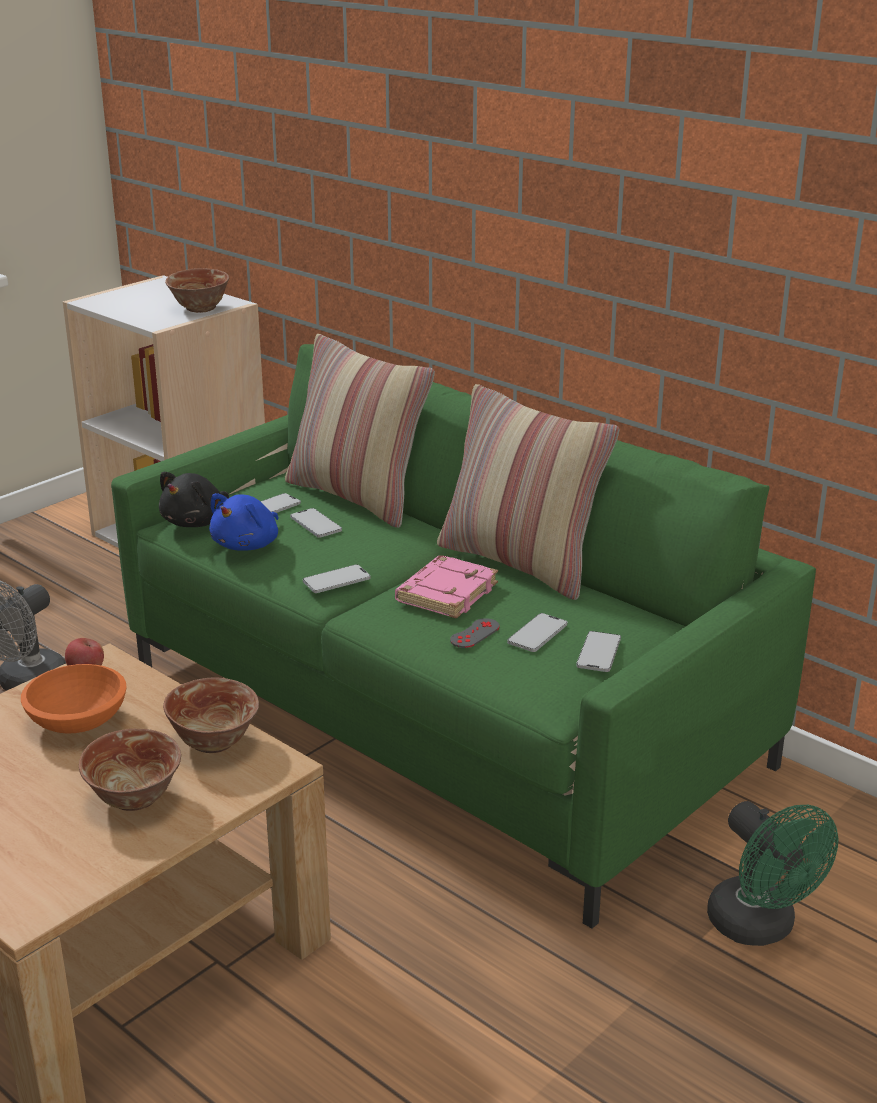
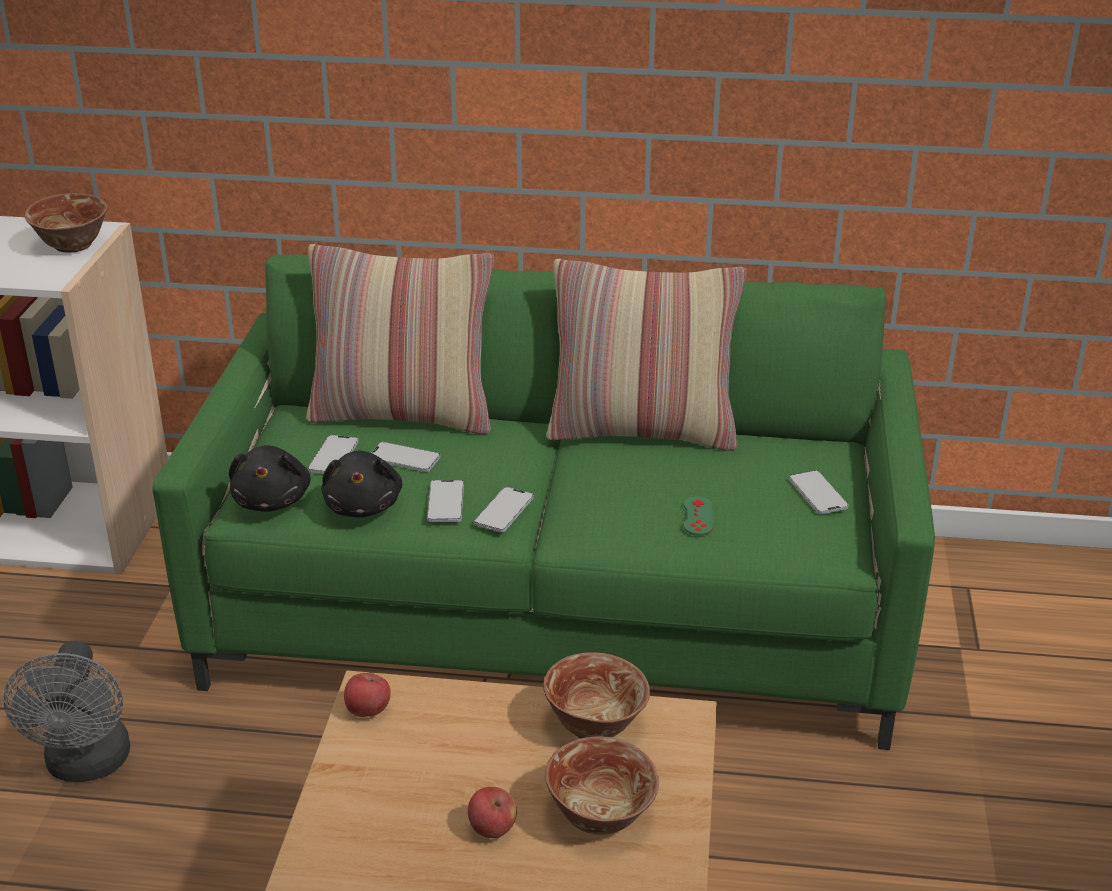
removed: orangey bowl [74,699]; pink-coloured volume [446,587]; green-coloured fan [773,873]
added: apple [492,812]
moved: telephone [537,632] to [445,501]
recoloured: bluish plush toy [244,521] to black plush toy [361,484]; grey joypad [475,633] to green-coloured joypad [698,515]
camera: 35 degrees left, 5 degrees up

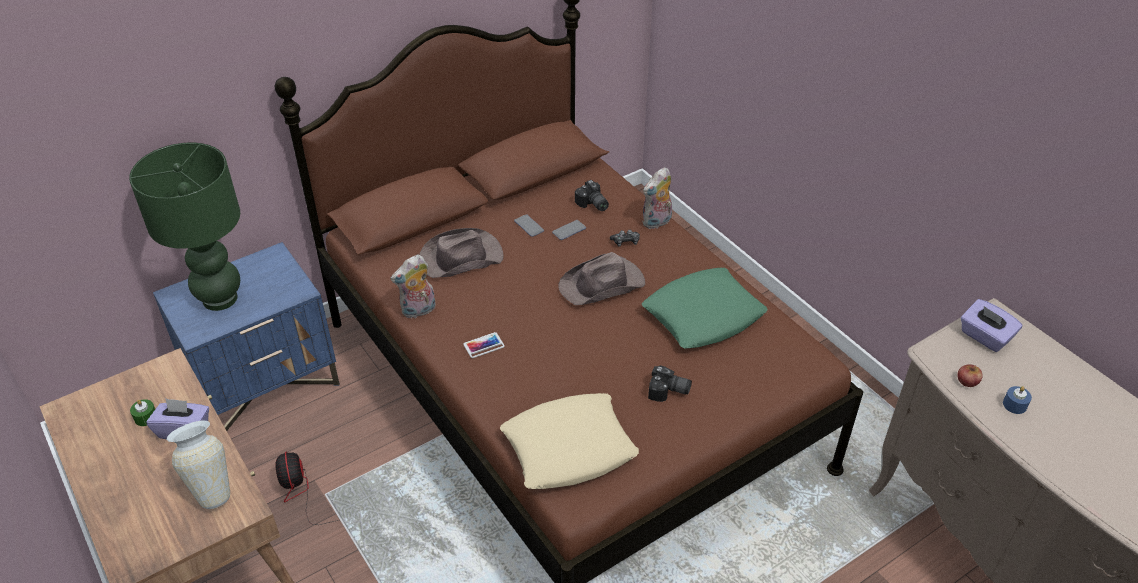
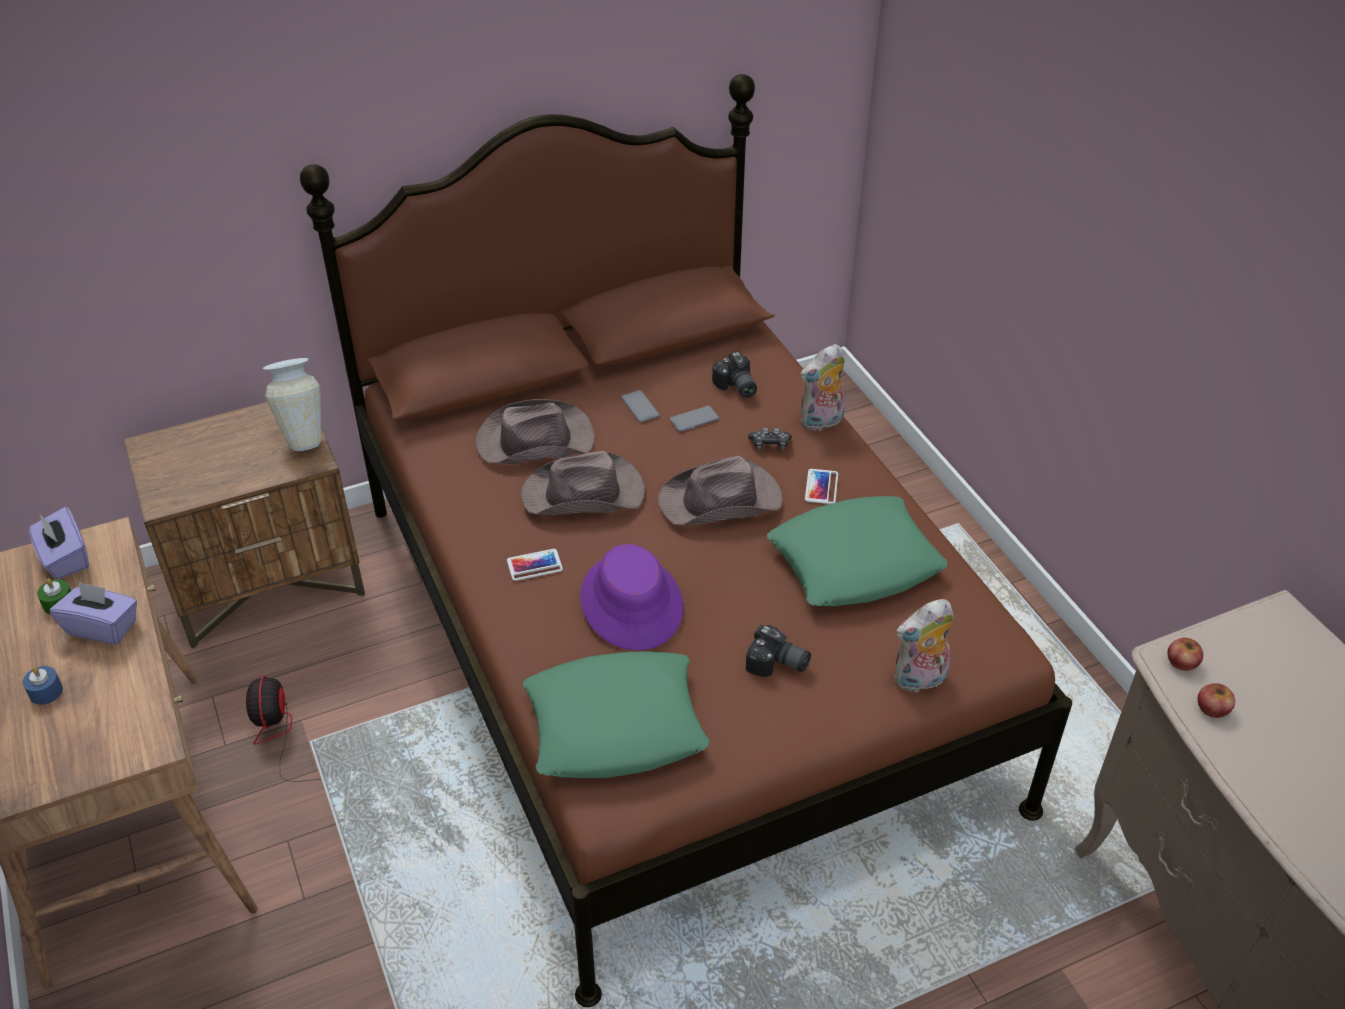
removed: green-coloured lamp for a table [184,226]
added: brown hat [583,483]; purplish hat [632,597]; telephone [821,486]; apple [1185,654]
moved: vase [198,465] to [292,404]; plush toy [413,286] to [924,646]; purplish tissue holder [992,325] to [59,543]; bluish wax candle [1017,400] to [43,685]
recoloured: bluish night table [246,336] to brown night table [244,525]; beige-coloured pillow [569,441] to green-coloured pillow [616,714]
camera: 10 degrees right, 0 degrees up

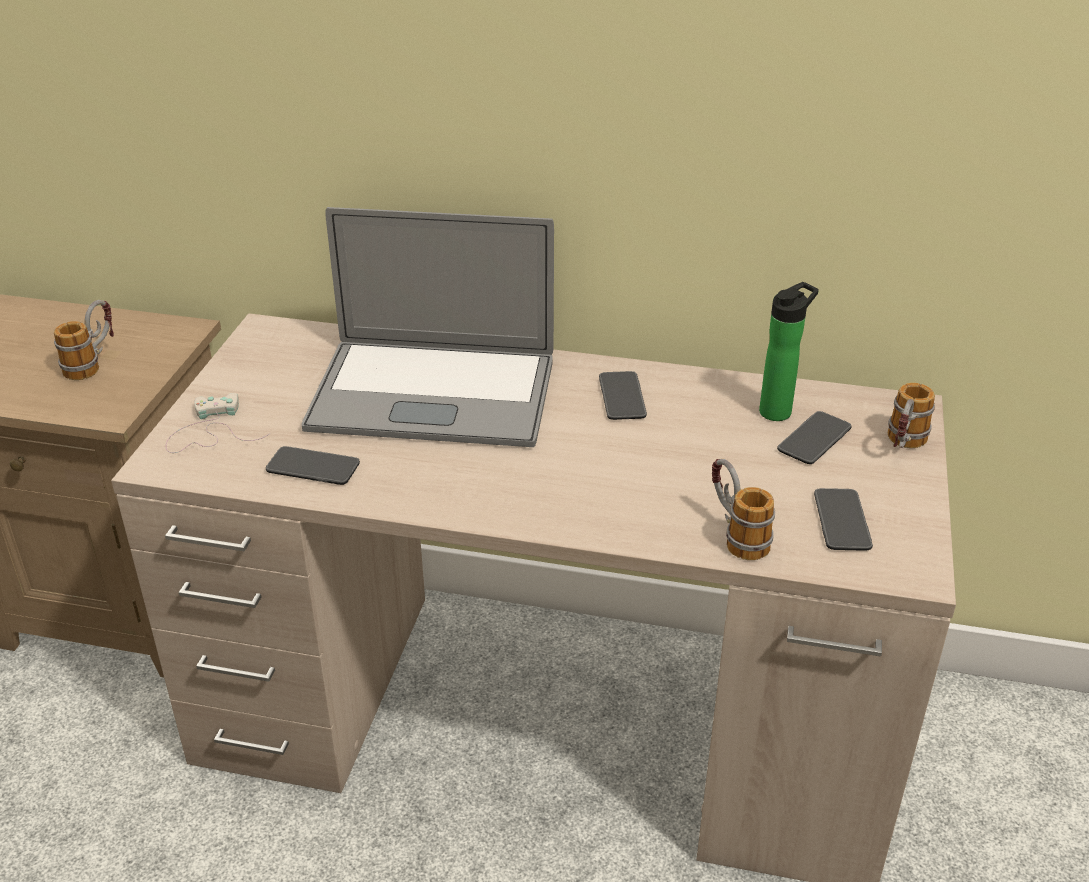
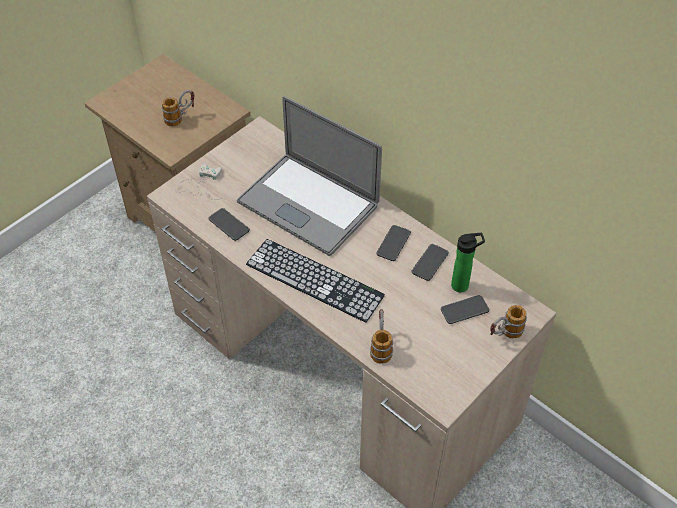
added: computer keyboard [315,280]
moved: telephone [843,519] to [430,262]
camera: 30 degrees right, 15 degrees up

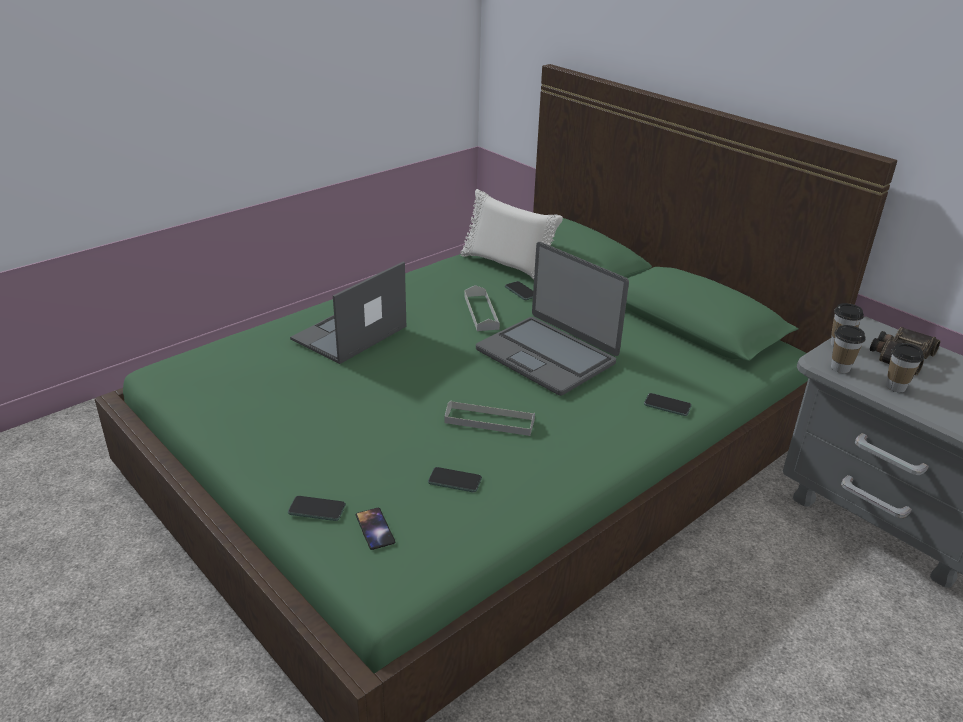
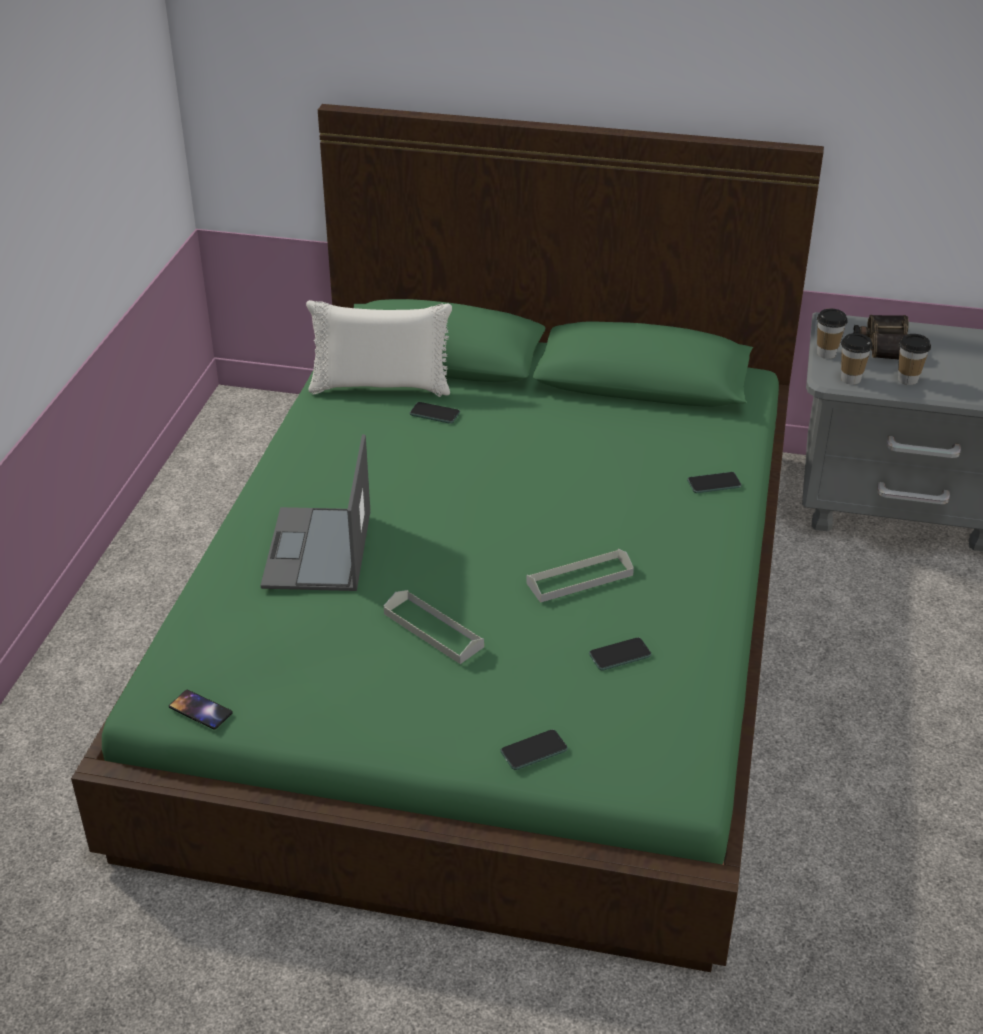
removed: notebook computer [552,319]
moved: telephone [375,529] to [201,709]; grey serving tray [482,308] to [434,627]
camera: 35 degrees left, 5 degrees up

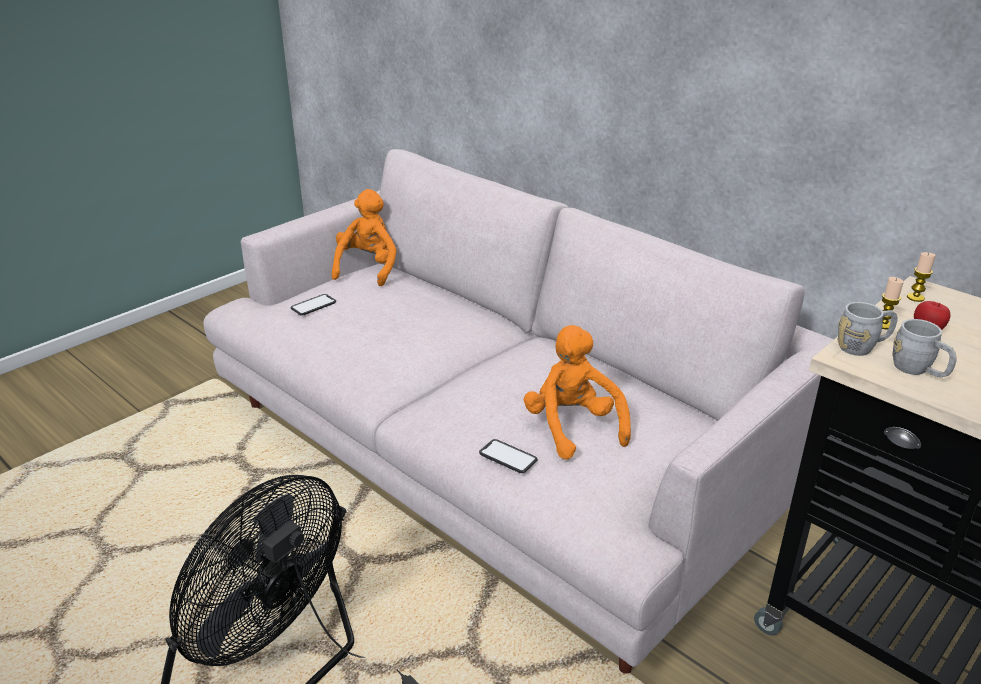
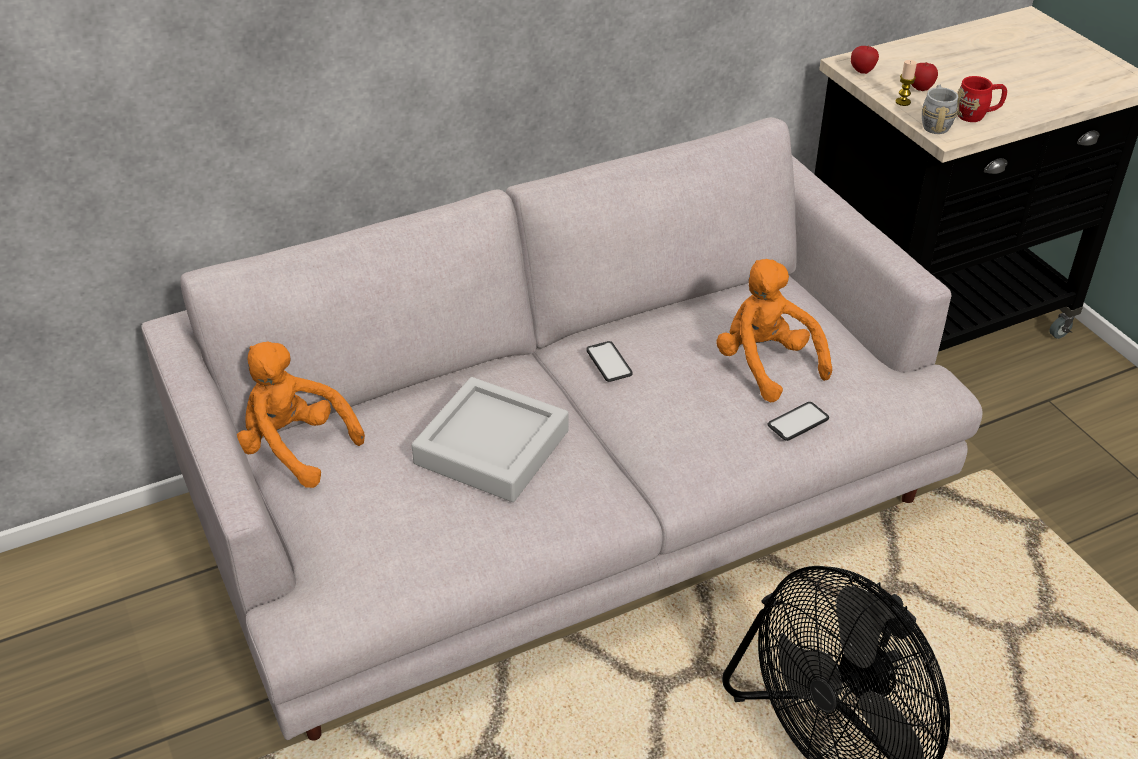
added: grey serving tray [490,439]
moved: telephone [313,304] to [609,361]
replaced: wax candle [921,277] to apple [865,60]
recoloured: grey coffee mug [924,348] to reddish coffee mug [982,99]
turned: orangey plush toy [577,392] = [774,330] 60 degrees clockwise
camera: 70 degrees left, 10 degrees up

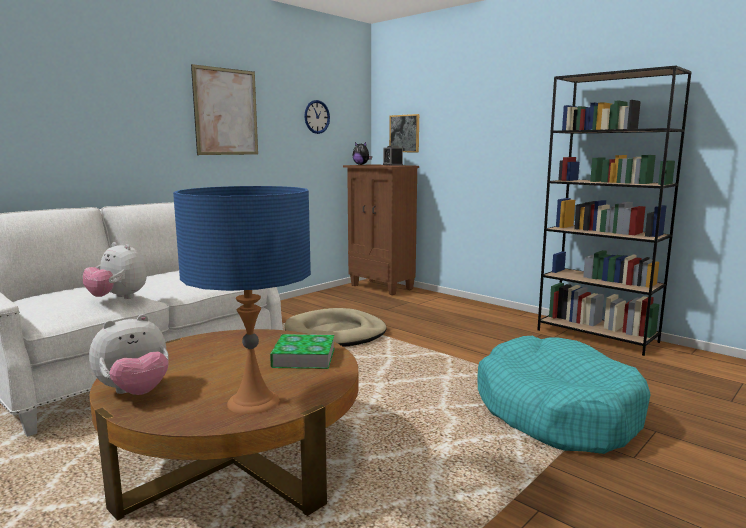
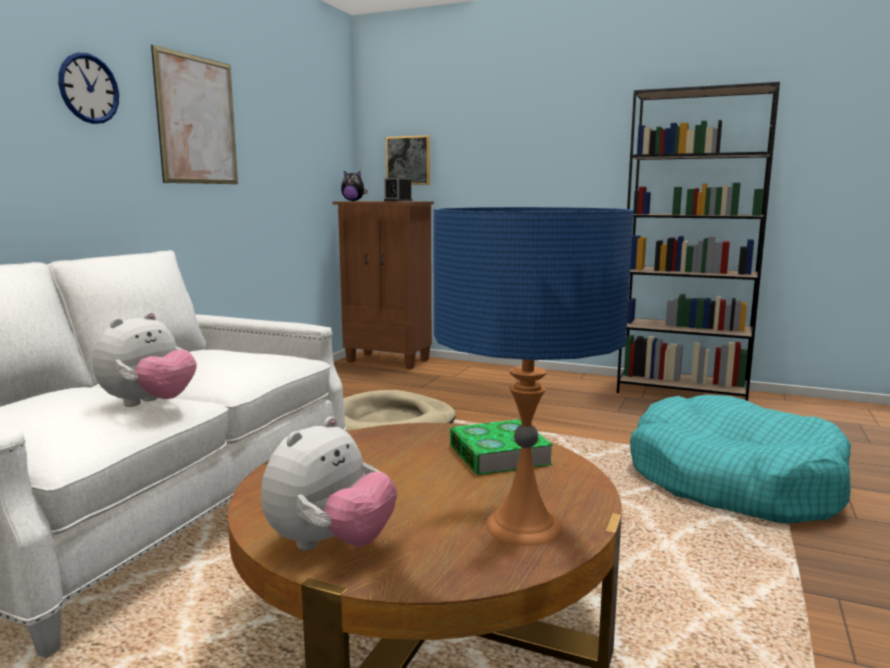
moved: clock on the wall [317,117] to [88,88]
turned: plush toy [115,270] = [145,359] 75 degrees counterclockwise
camera: 20 degrees left, 0 degrees up

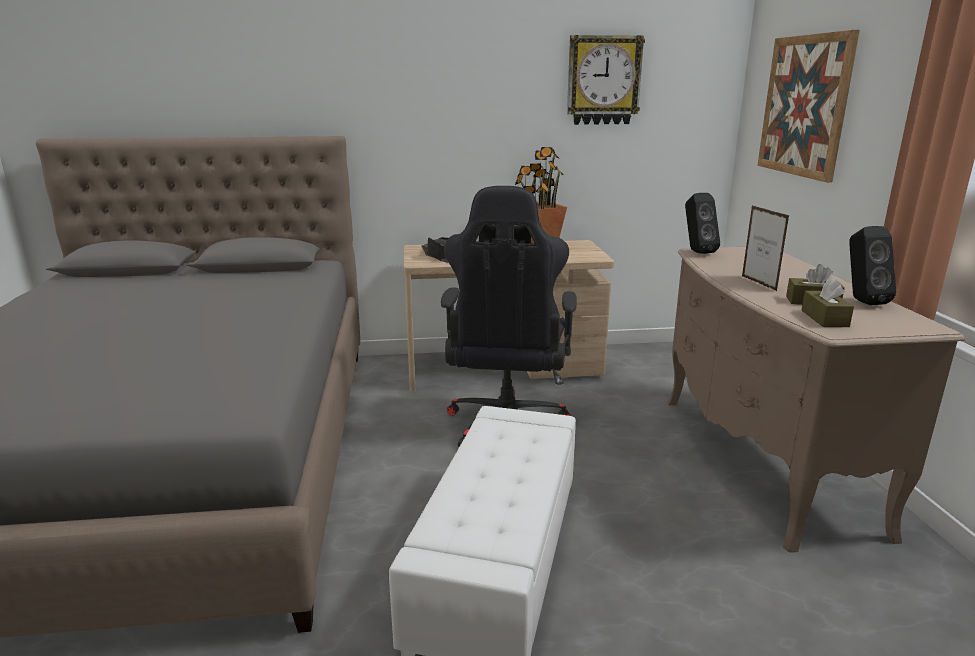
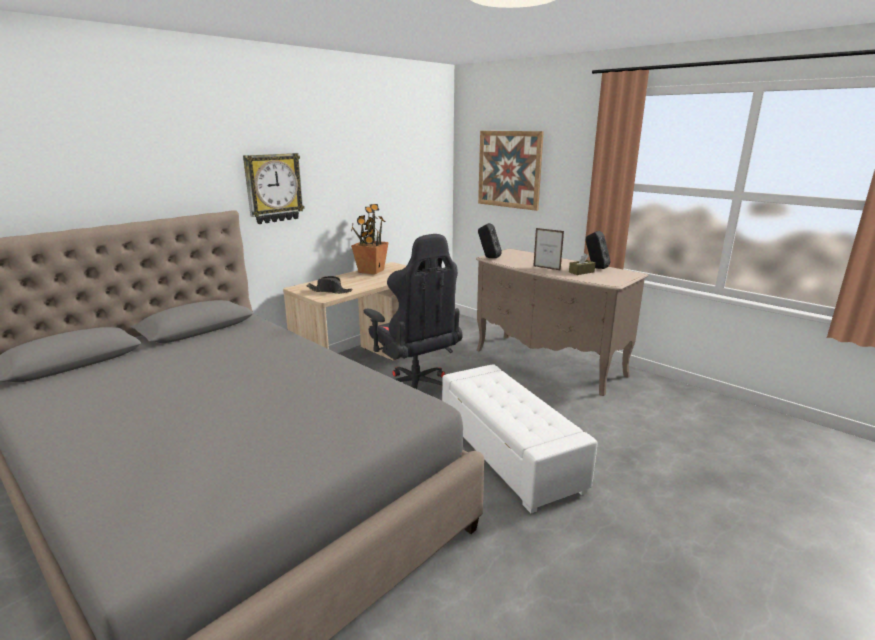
removed: brown tissue holder [828,302]
moved: clock on the wall [606,80] to [274,188]
camera: 40 degrees left, 0 degrees up

